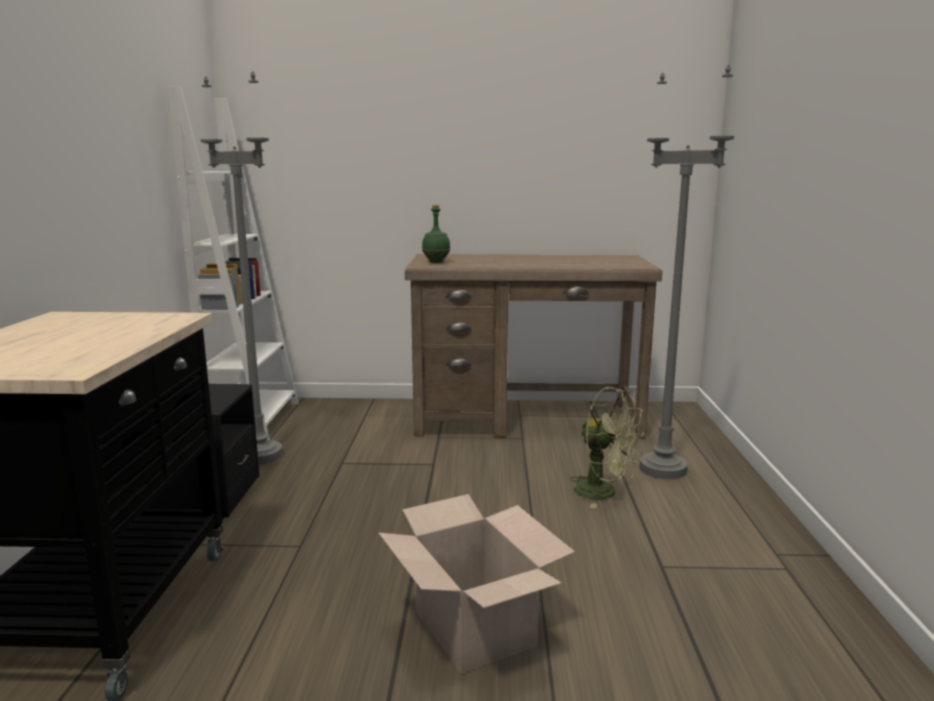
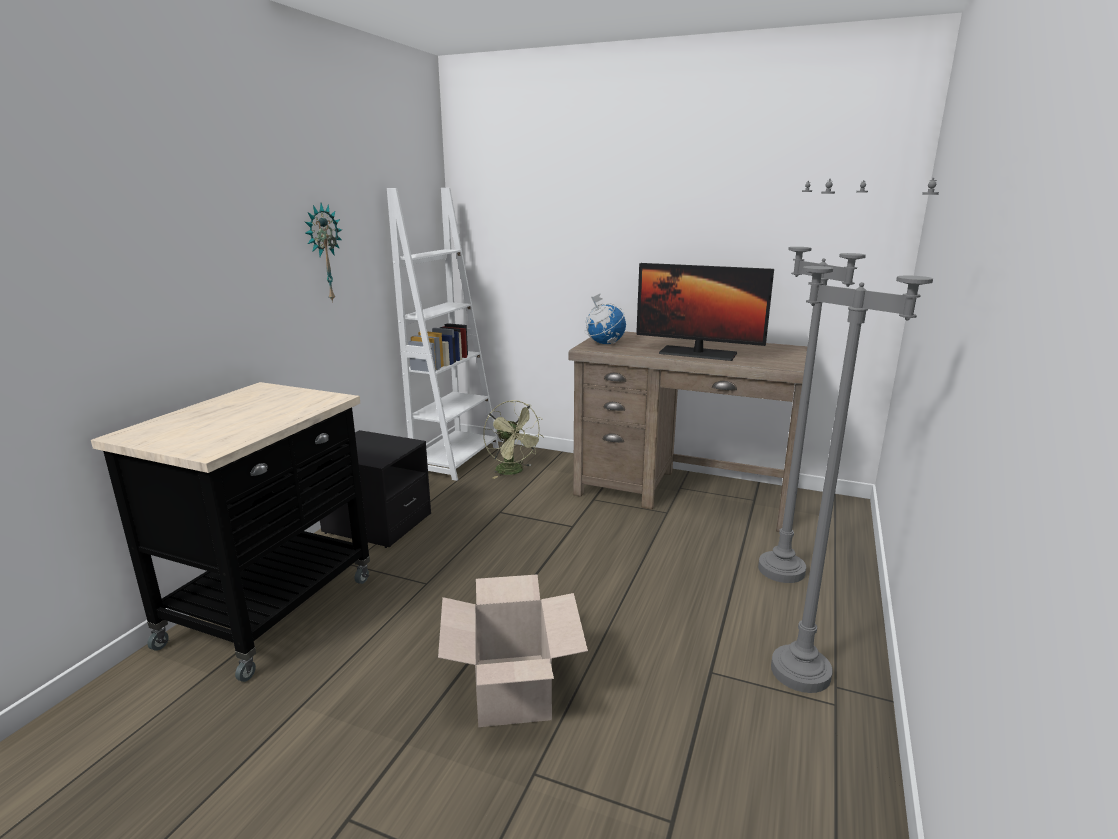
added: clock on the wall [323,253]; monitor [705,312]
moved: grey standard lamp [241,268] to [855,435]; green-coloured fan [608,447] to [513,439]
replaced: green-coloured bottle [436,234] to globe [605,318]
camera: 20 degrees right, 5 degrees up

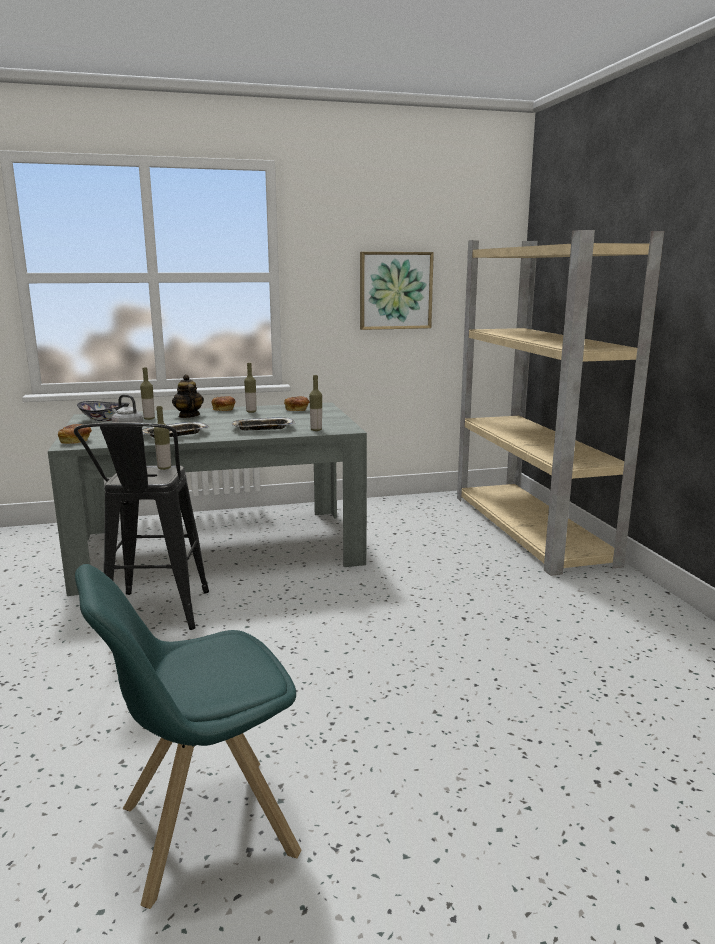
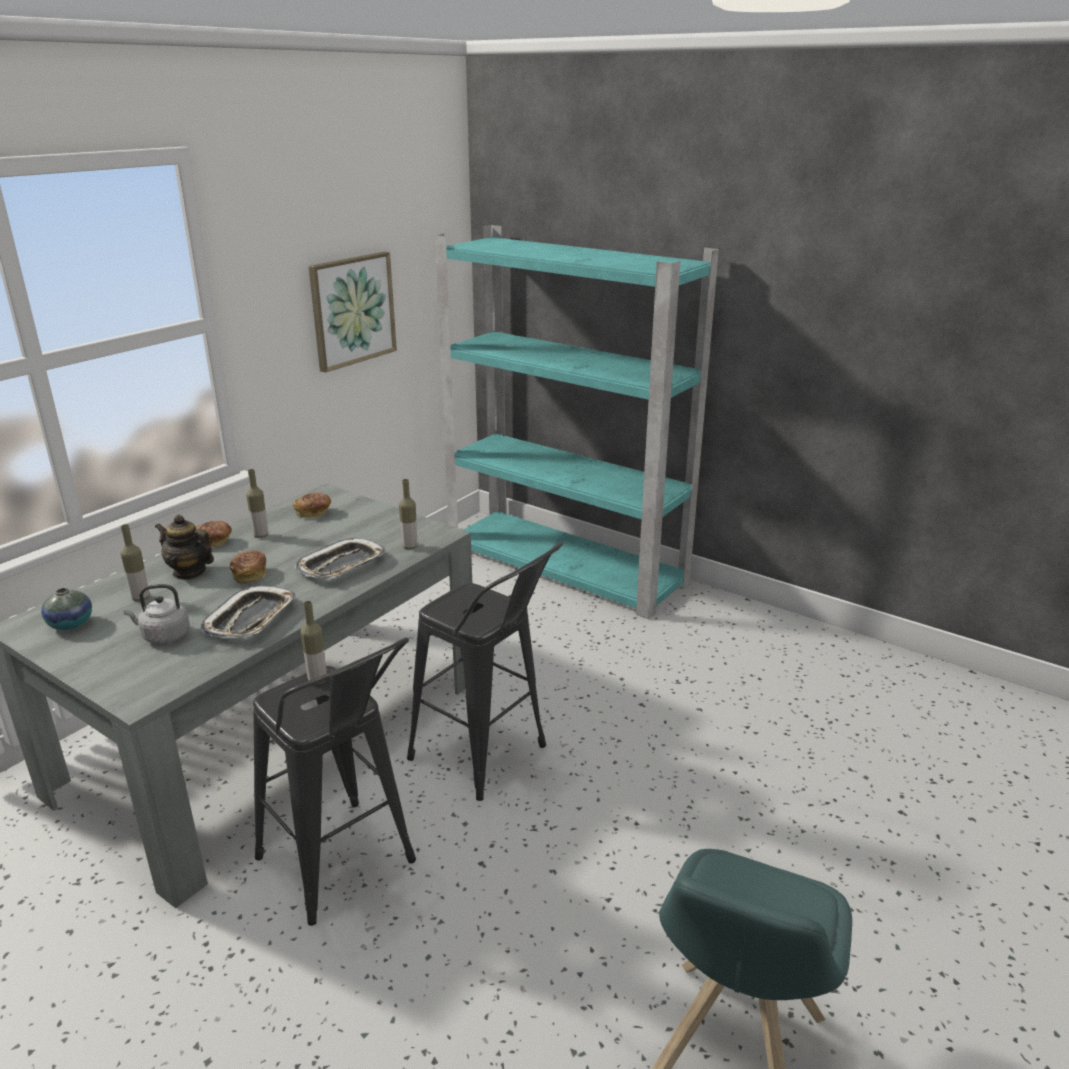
added: black stool seat [485,671]
moved: bakery bread [75,434] to [248,567]
replaced: bowl [103,411] to vase [66,609]
recoloured: beige-coloured shelving unit [560,403] to blue-green shelving unit [576,422]
camera: 40 degrees left, 10 degrees up

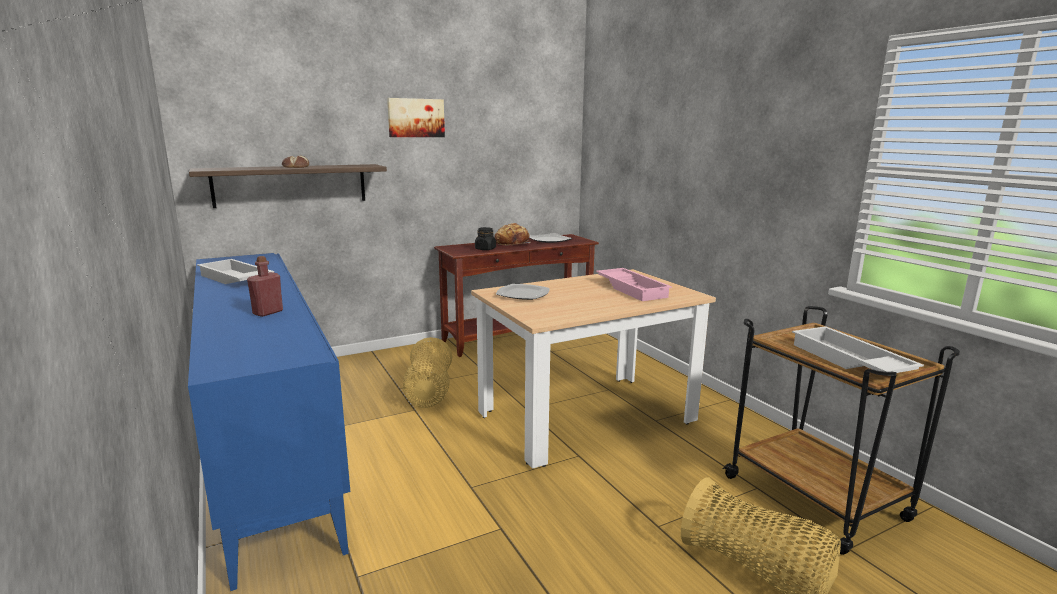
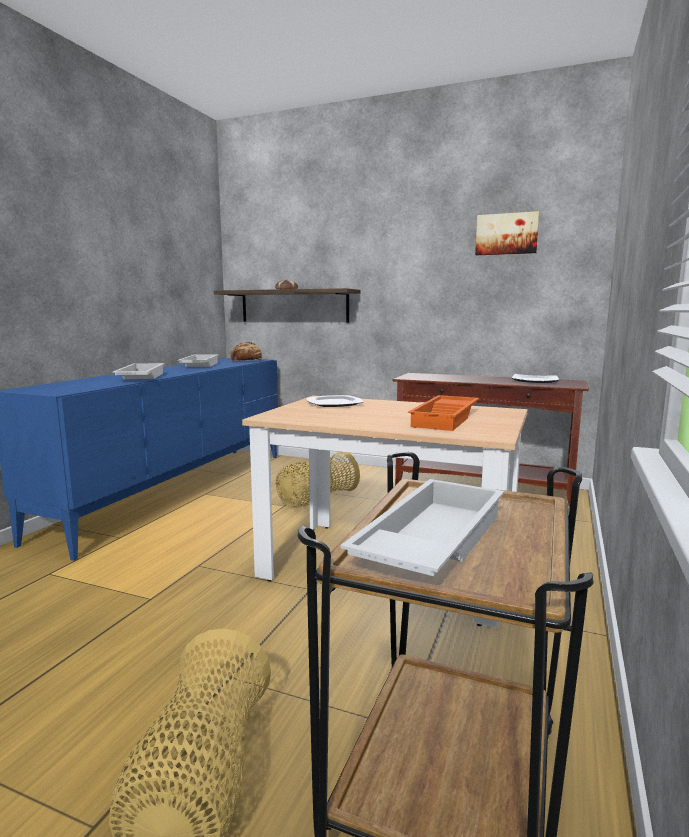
removed: black jar [485,238]
moved: wall art [416,117] to [507,233]; bakery bread [513,234] to [247,351]
replaced: reddish bottle [265,286] to white-coloured serving tray [138,371]
recoloured: pink-coloured serving tray [634,284] to orangey serving tray [443,413]
camera: 50 degrees right, 5 degrees down

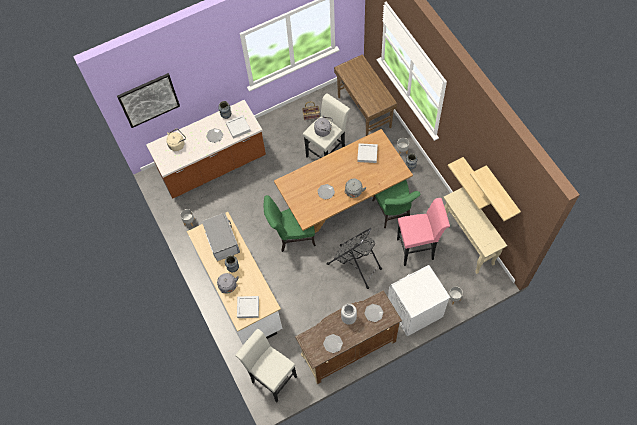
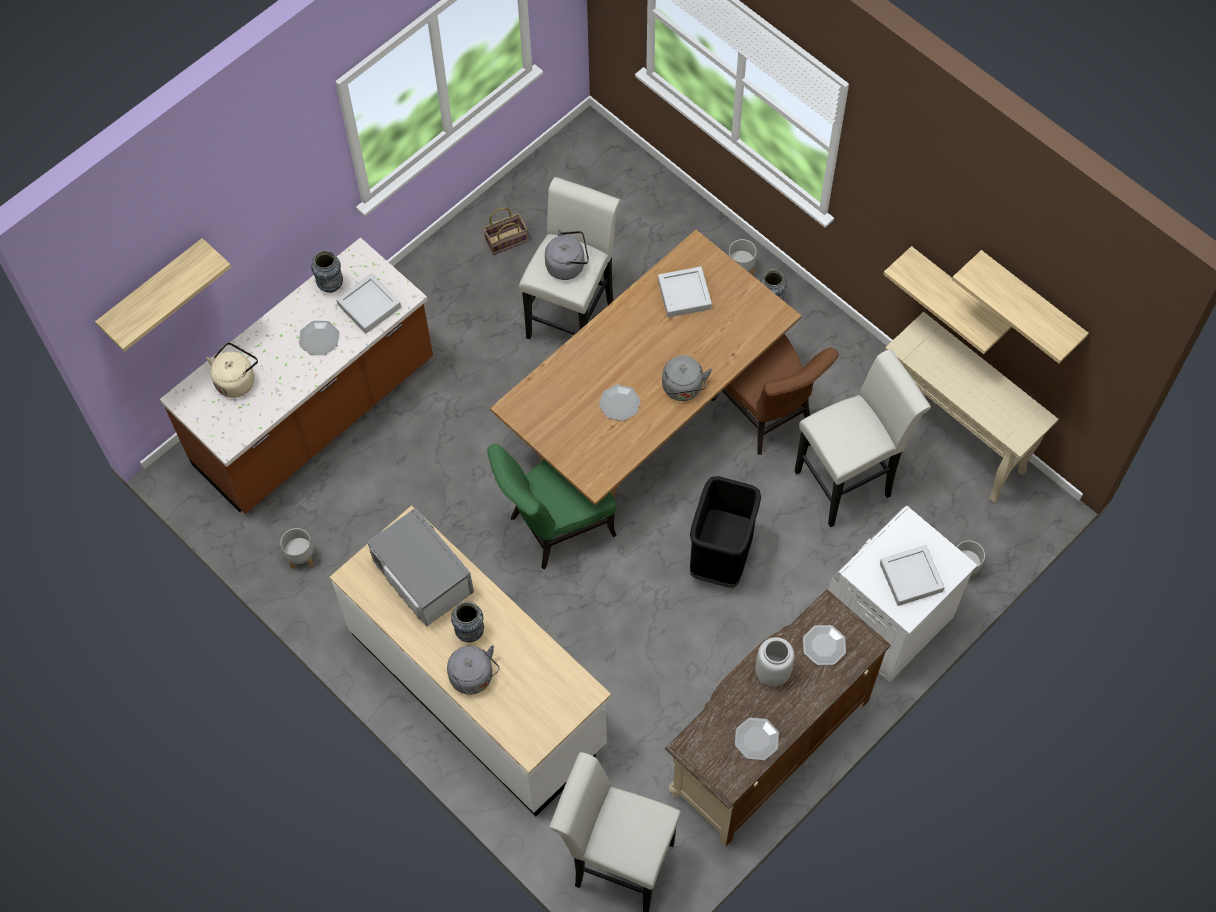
removed: brown narrow table [365,95]
moved: grey serving tray [248,307] to [912,575]
replaced: wall art [148,100] to bracket shelf [163,295]; step stool [354,258] to black trash can [725,532]
recoloured: green-coloured chair [396,204] to brown chair [775,394]; pink-coloured stool seat [423,232] to white-coloured stool seat [862,438]
camera: 20 degrees left, 0 degrees up

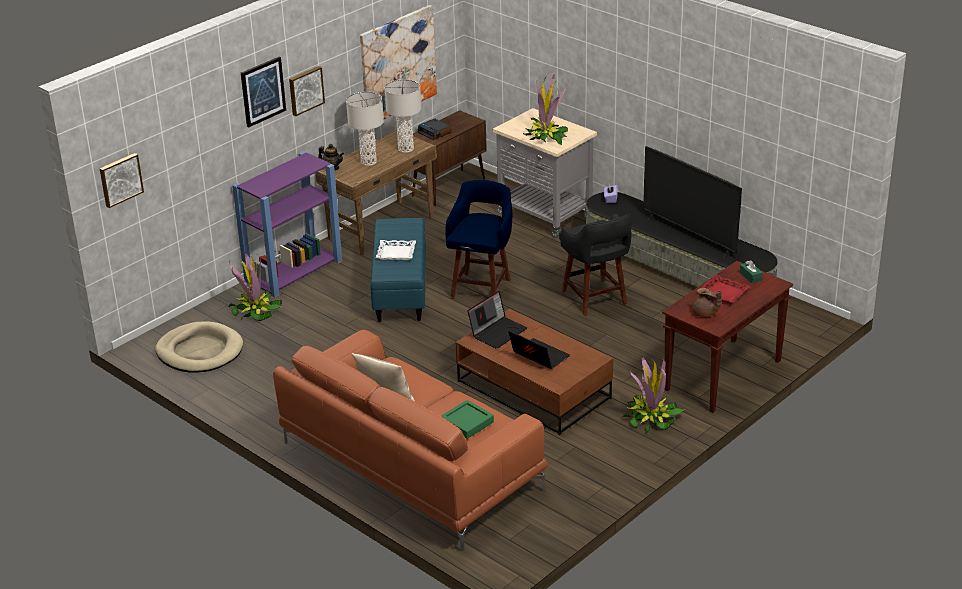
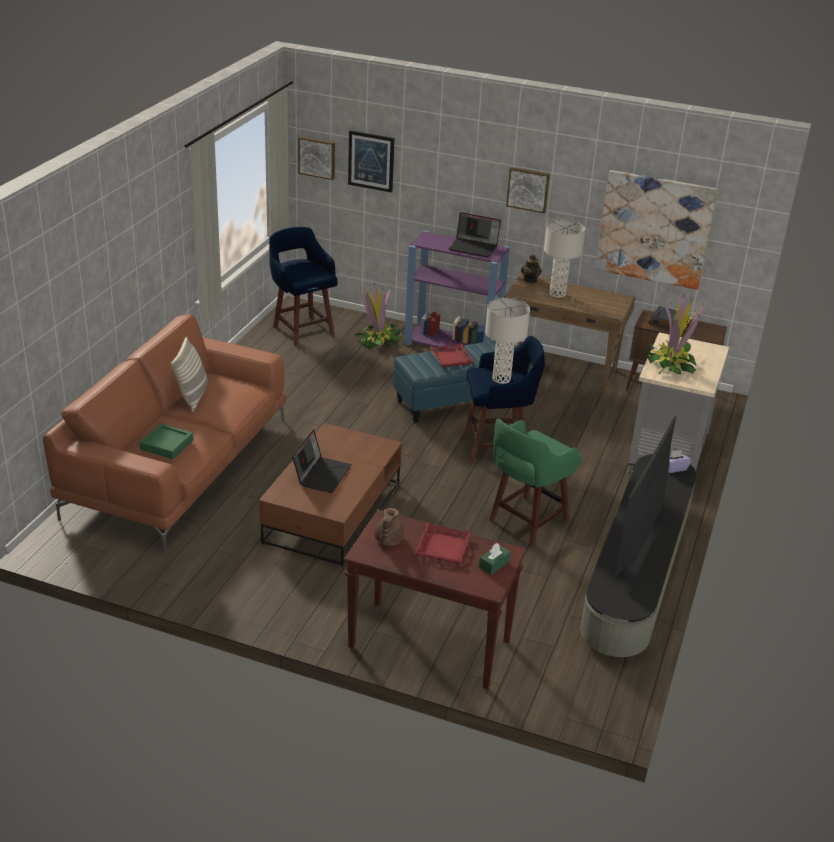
removed: potted plant [652,394]
moved: wall art [263,92] to [371,161]; white-coloured lamp for a table [403,116] to [507,341]; notebook computer [497,320] to [474,234]
replaced: beige-coloured pet bed [199,347] to bluish stool seat [303,286]
recoloured: white-coloured serving tray [396,250] to reddish serving tray [452,355]; black stool seat [595,264] to green-coloured stool seat [535,482]
camera: 65 degrees right, 0 degrees up

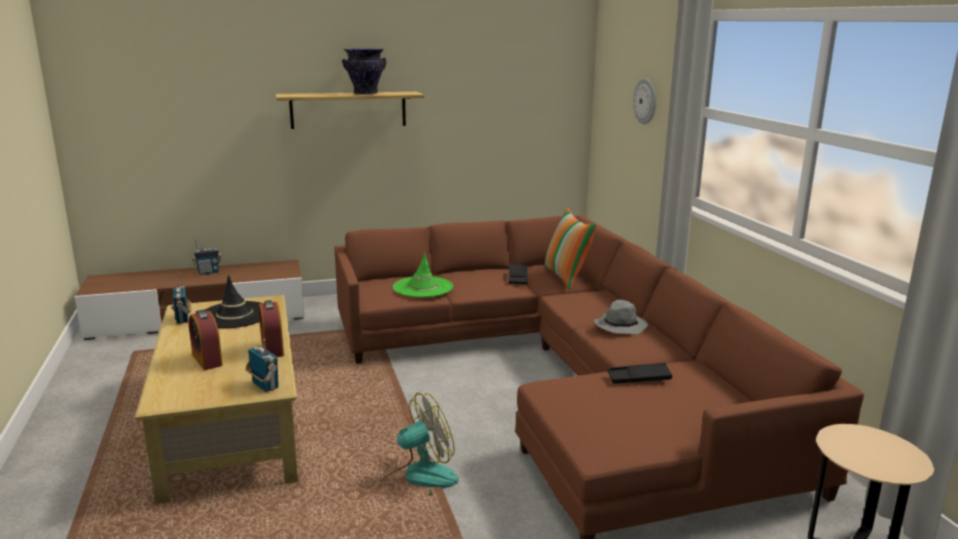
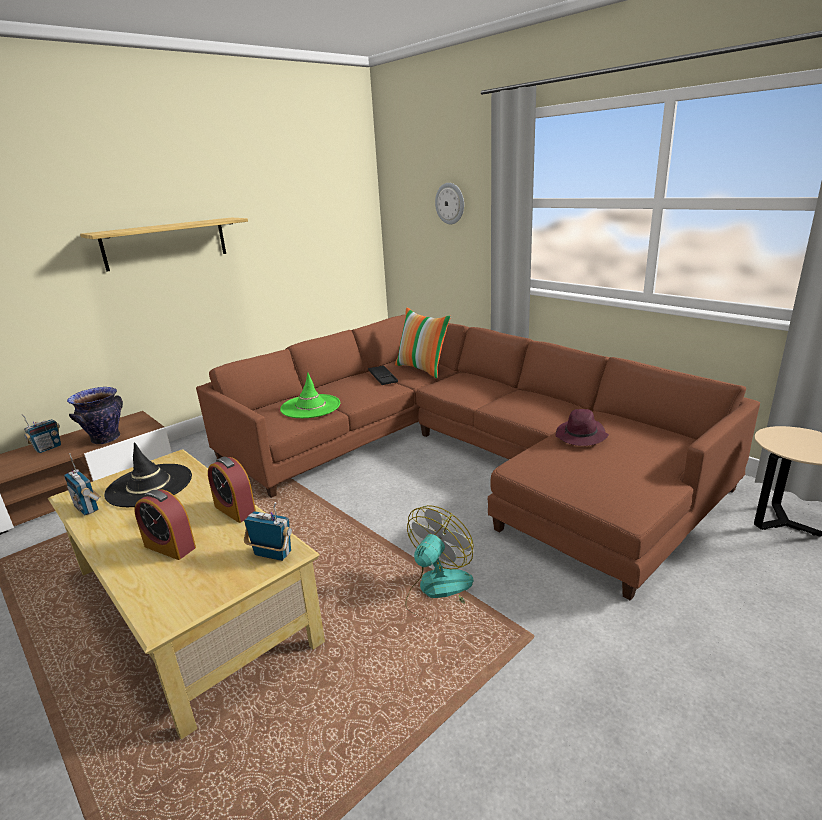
removed: grey hat [621,317]
moved: vase [364,71] to [95,415]
replaced: black serving tray [640,373] to purplish hat [582,427]
camera: 25 degrees left, 5 degrees up

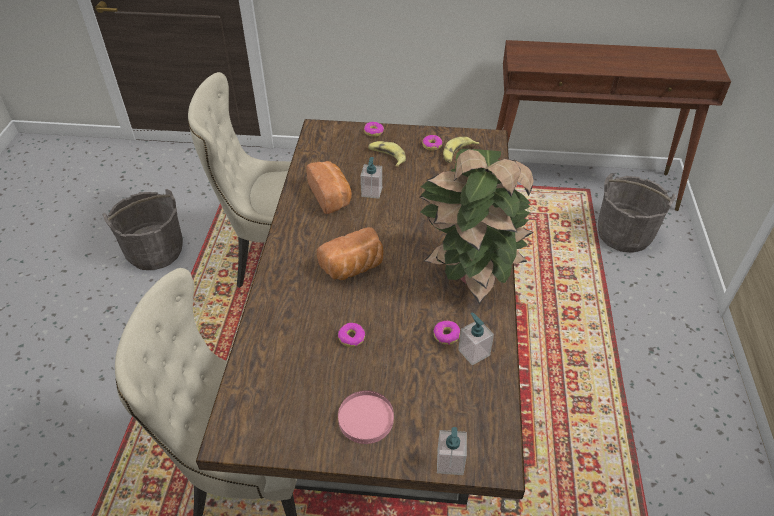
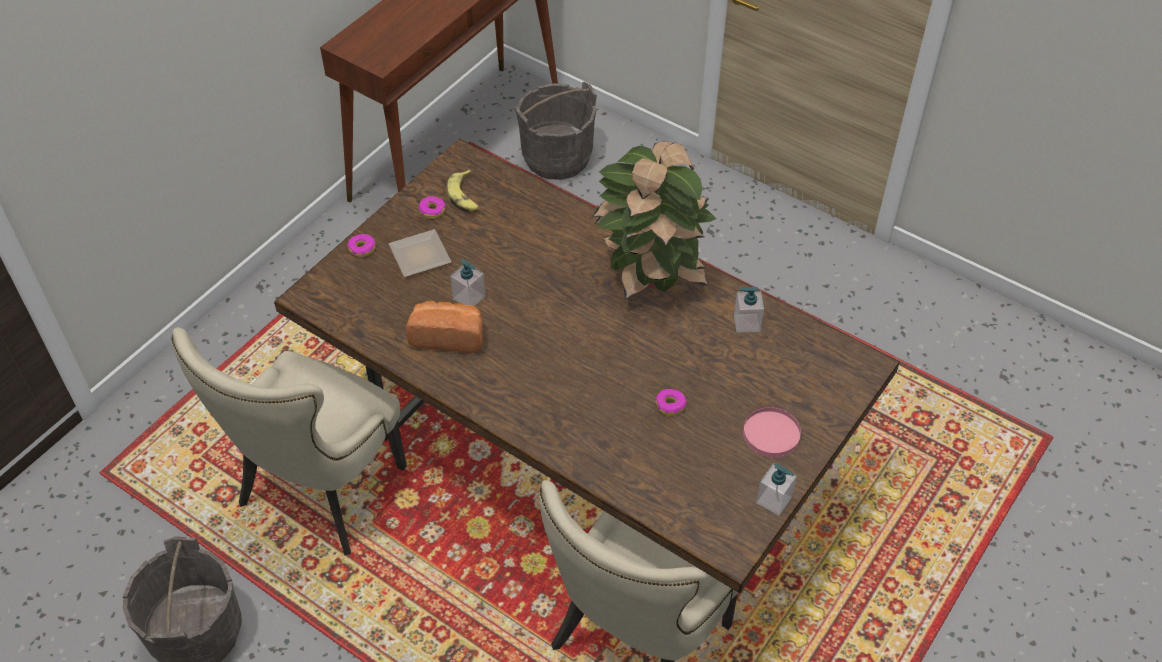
removed: bakery bread [350,253]; ring doughnut [446,333]
moved: soap bottle [452,451] to [776,489]
replaced: whole banana [387,154] to plate [420,253]
camera: 60 degrees left, 5 degrees up

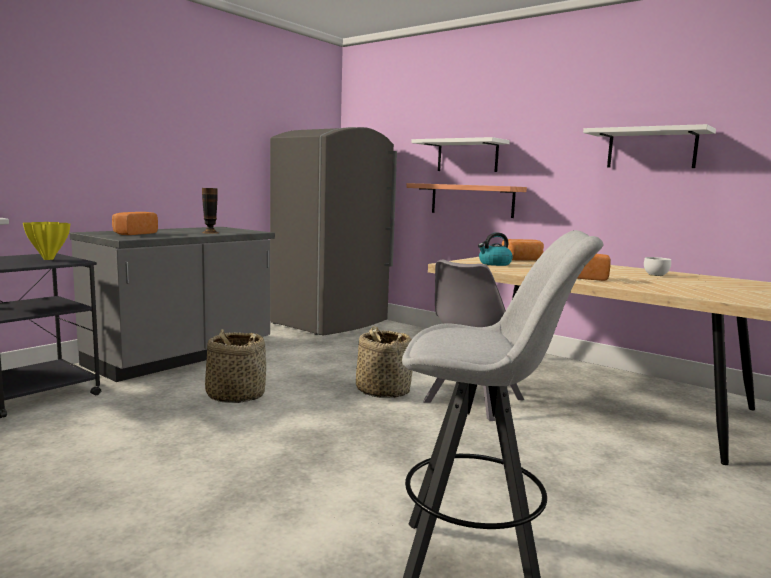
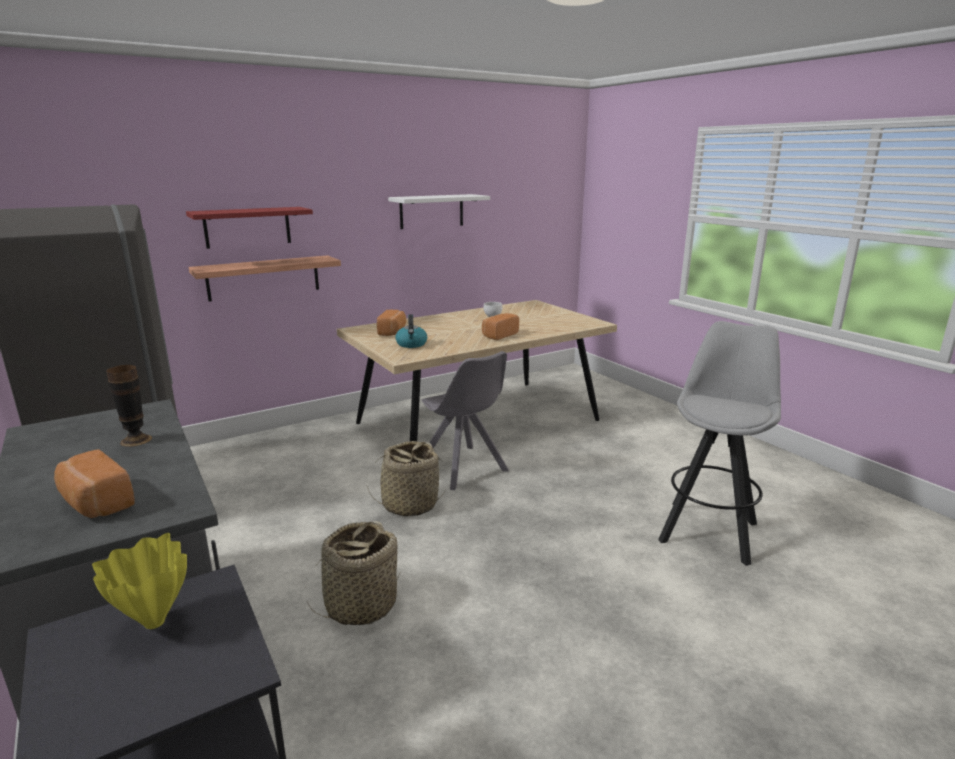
recoloured: white-coloured bracket shelf [460,154] to reddish bracket shelf [249,228]
camera: 70 degrees left, 10 degrees up

